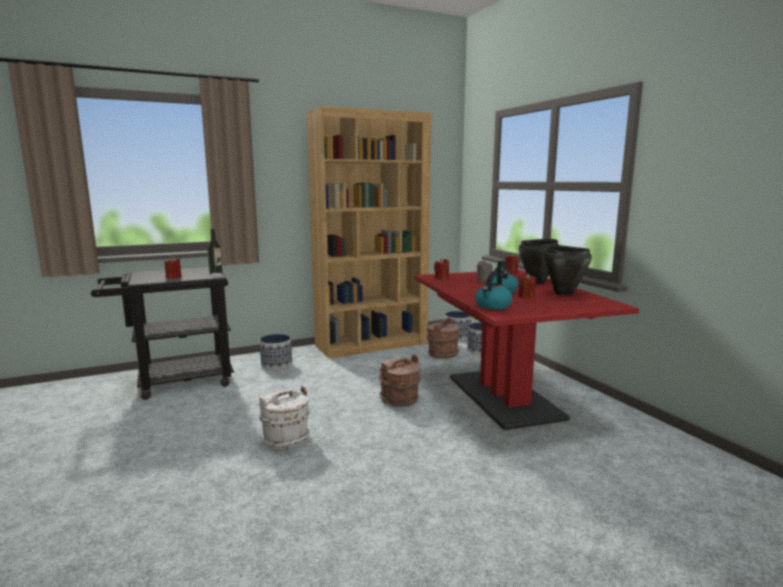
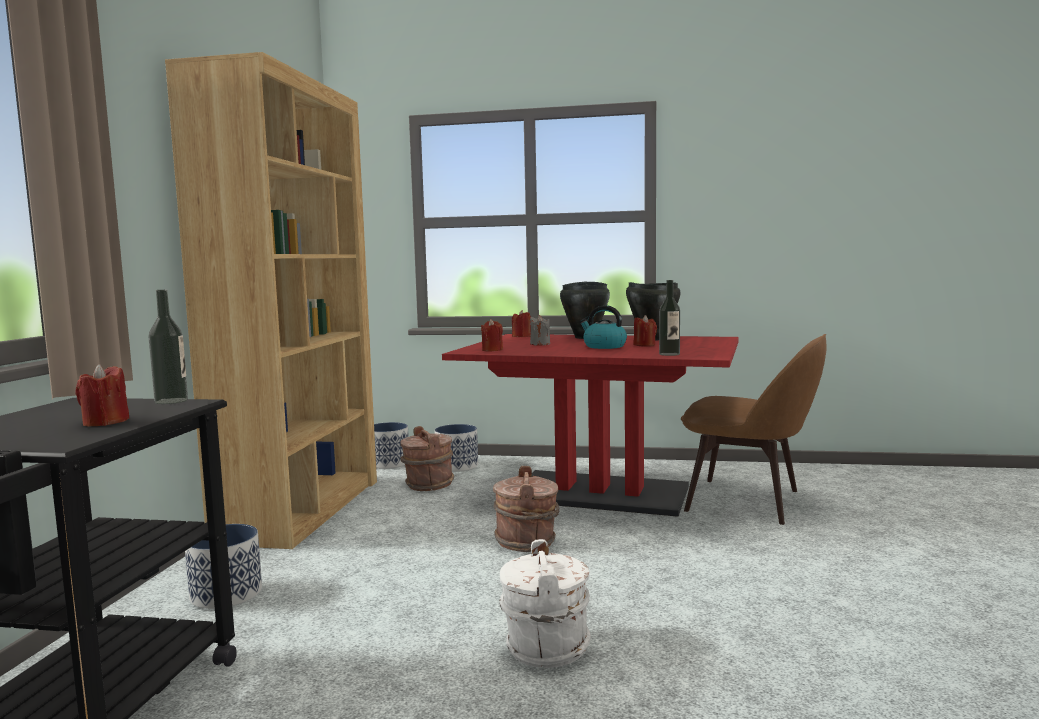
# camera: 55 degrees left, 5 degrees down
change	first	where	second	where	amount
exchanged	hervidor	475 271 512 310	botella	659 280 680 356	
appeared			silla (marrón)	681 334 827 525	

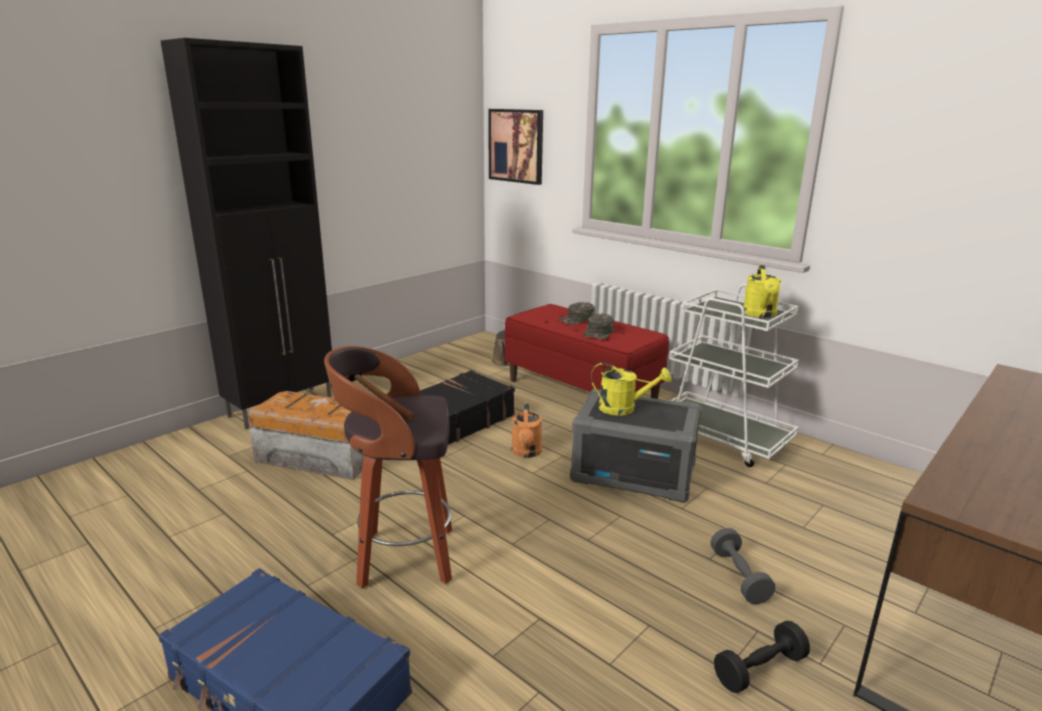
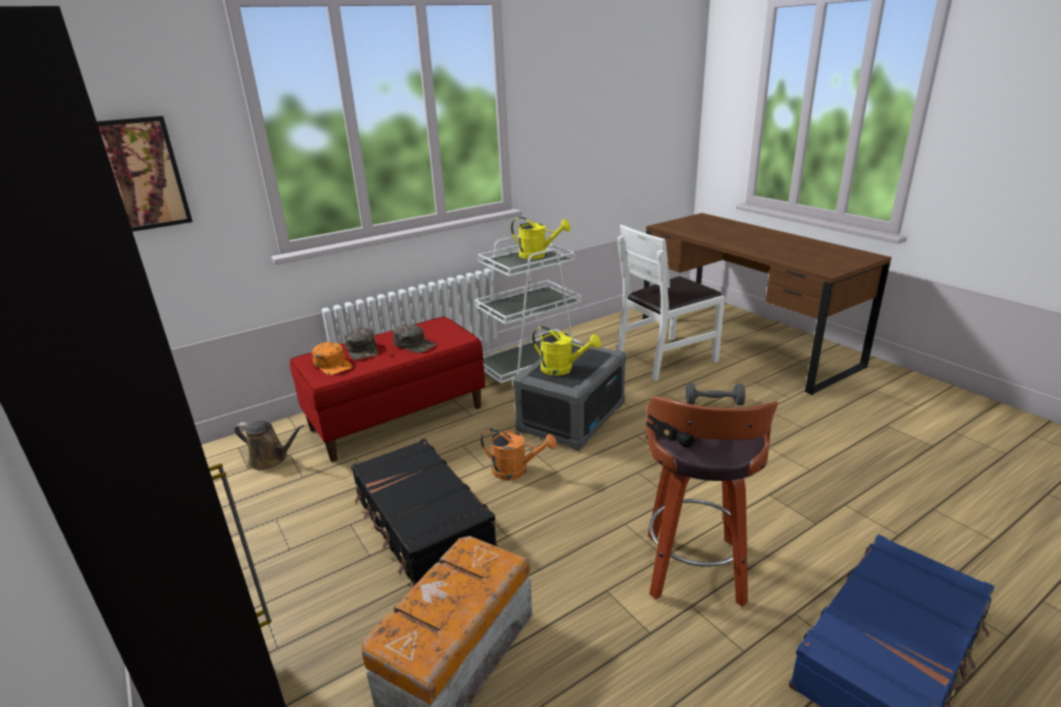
# camera: 75 degrees left, 5 degrees up
change	first	where	second	where	amount
spun	regadera (amarillo)	591 362 672 416		532 326 601 376	90 degrees clockwise
missing	mancuerna (negro)	714 621 810 693			
appeared			silla (blanco)	617 224 725 381	
appeared			gorra (naranja)	312 342 353 375	

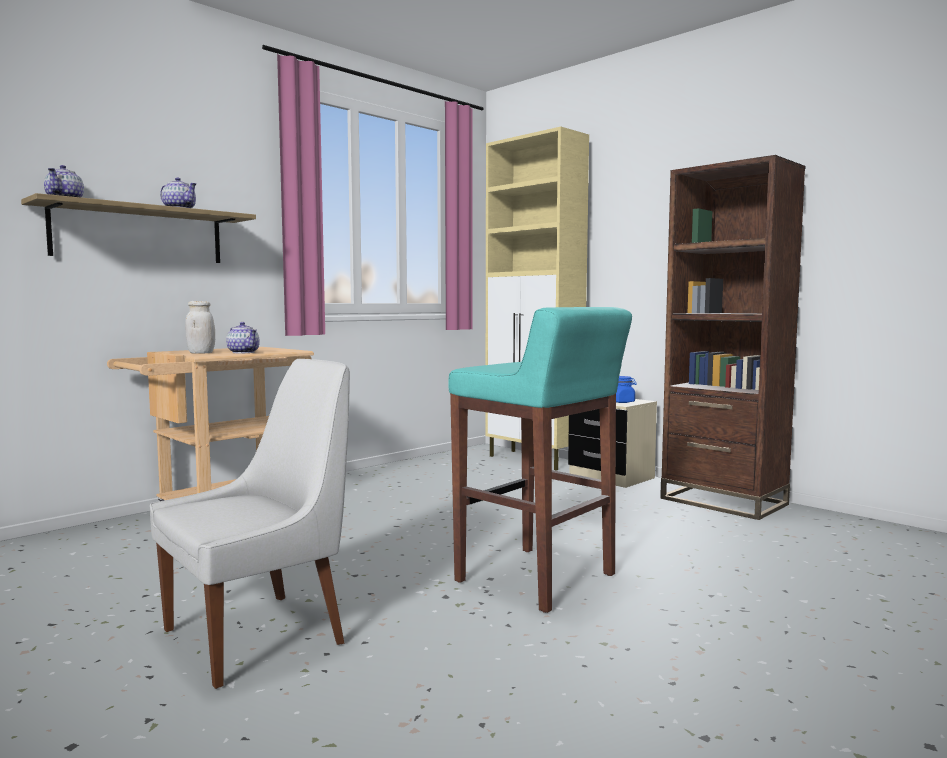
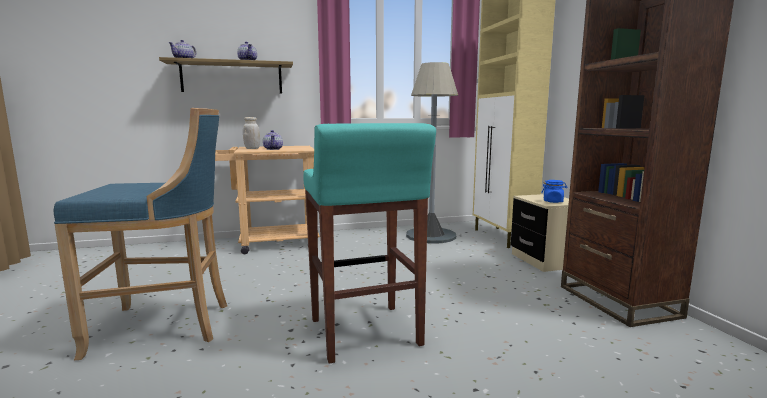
# camera: 30 degrees right, 5 degrees up
change	first	where	second	where	amount
exchanged	silla (blanco)	150 359 350 689	taburete (azul)	54 108 227 360	
appeared			lámpara de pie (gris)	406 62 458 244	

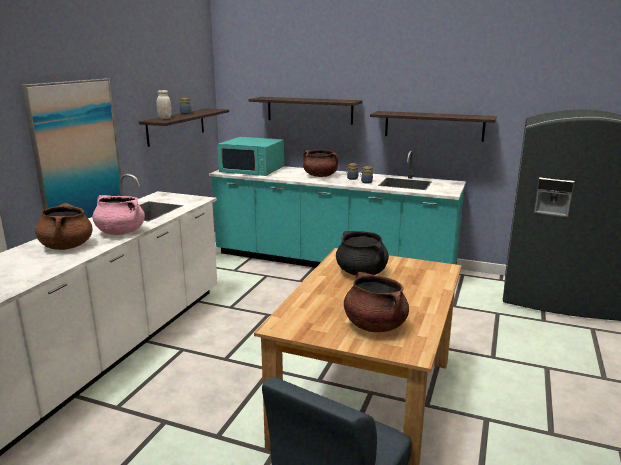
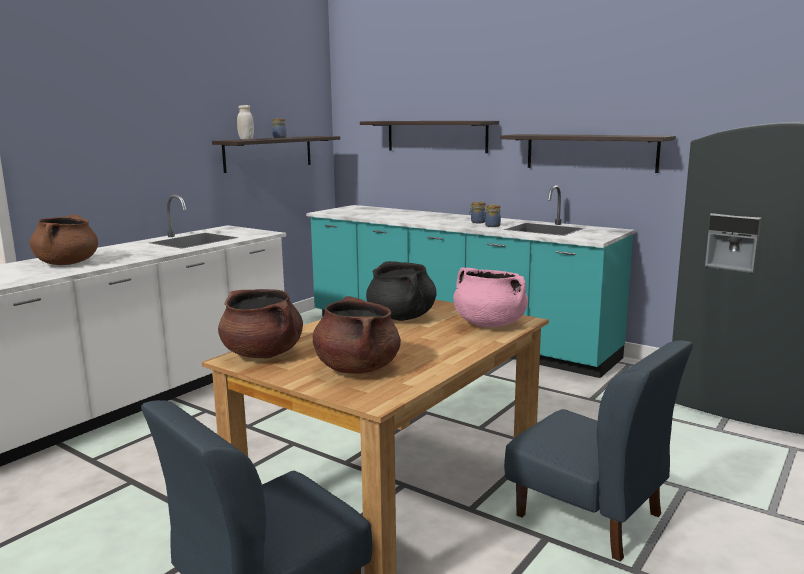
# camera: 15 degrees right, 5 degrees down
change	first	where	second	where	amount
missing	cuadro	21 78 124 218			
missing	microondas (turquesa)	217 137 284 176			
relocated	olla (marrón)	303 150 338 177		218 289 303 359	
relocated	olla (rosa)	92 195 145 235		453 267 528 327	
appeared			silla (azul)	504 341 693 562	

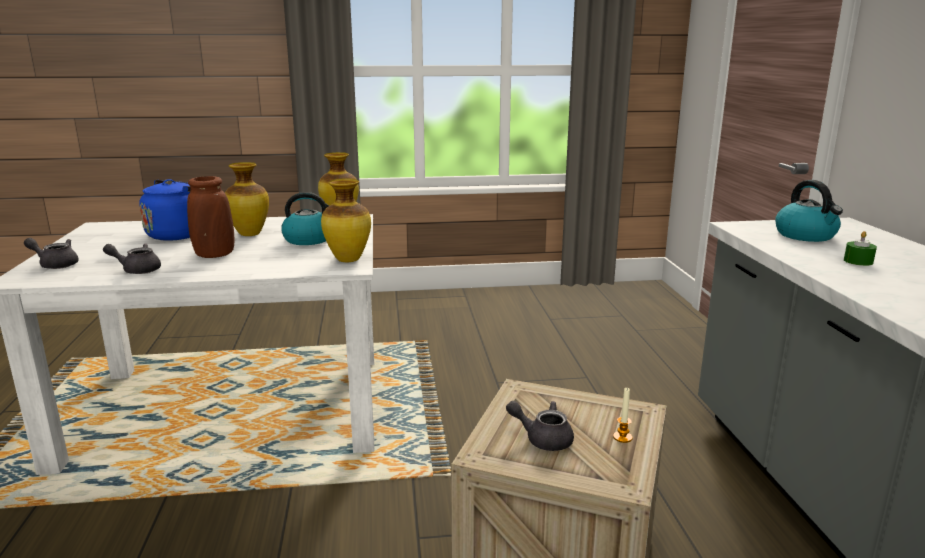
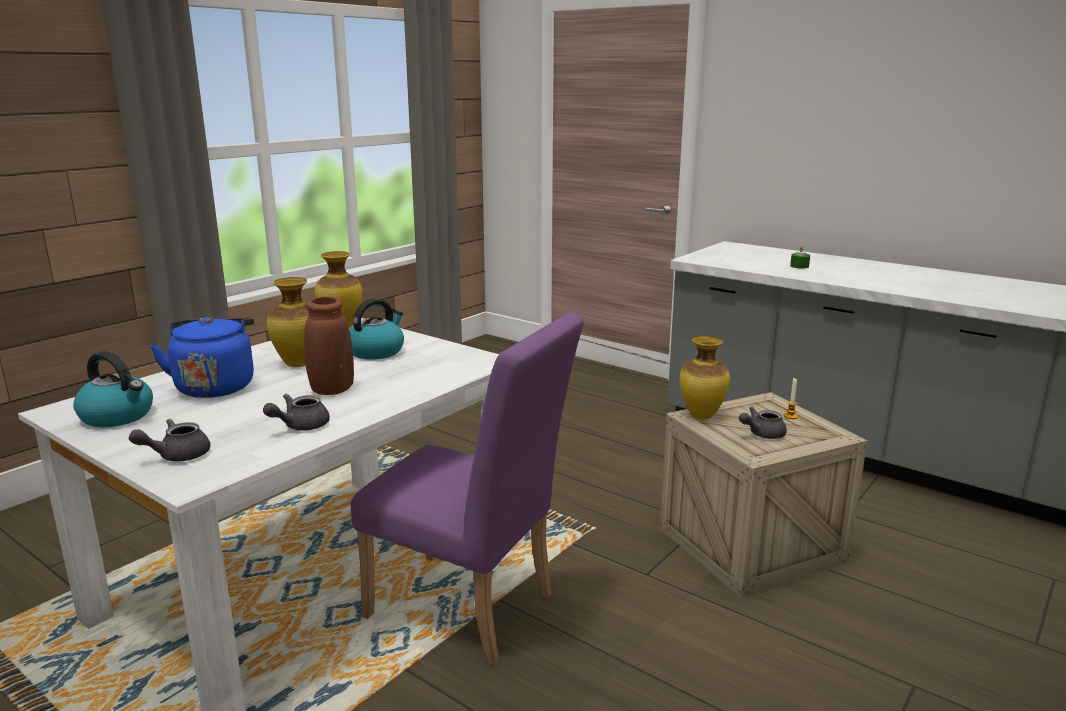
# camera: 45 degrees left, 0 degrees up
change	first	where	second	where	amount
relocated	florero	321 178 371 262		679 336 730 419	
relocated	hervidor	775 180 843 242		73 351 153 427	
appeared			silla (morado)	351 313 584 666	

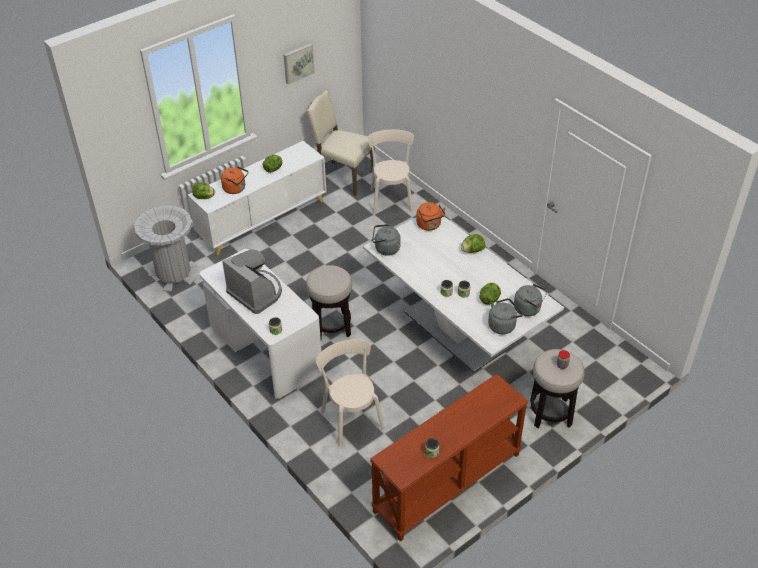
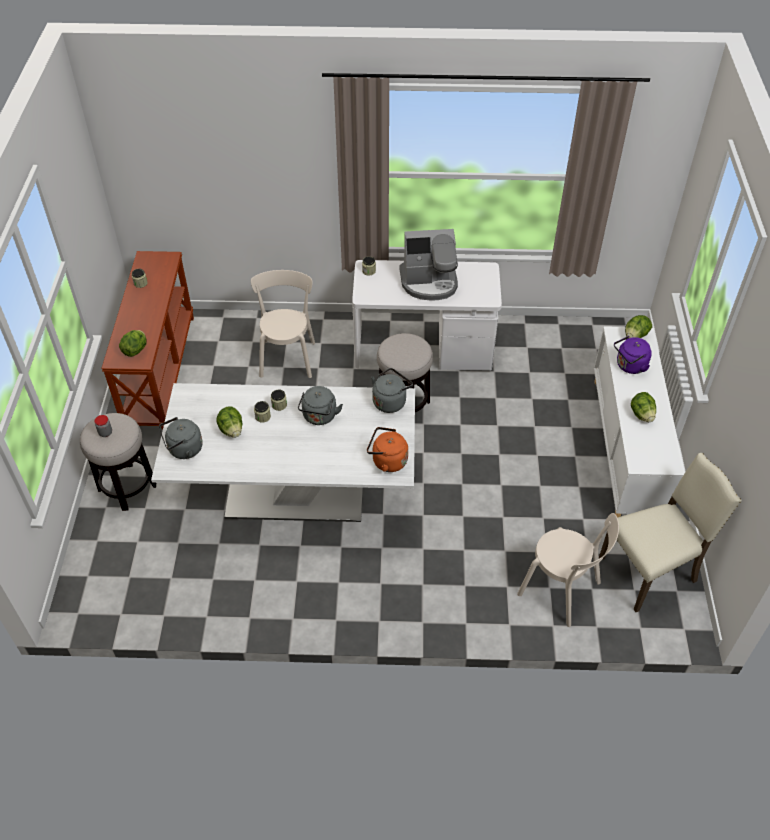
# camera: 130 degrees right, 5 degrees up
change	first	where	second	where	amount
missing	cuadro	283 43 315 85			
colour	hervidor (naranja)	221 166 248 194	hervidor (morado)	614 336 652 374	
missing	papelera (gris)	134 206 196 292			
relocated	lechuga	461 234 485 253		119 330 147 357	
relocated	hervidor (gris)	488 298 523 334		298 386 343 425	
spun	silla (beis)	316 339 385 446		251 270 315 378	105 degrees counterclockwise

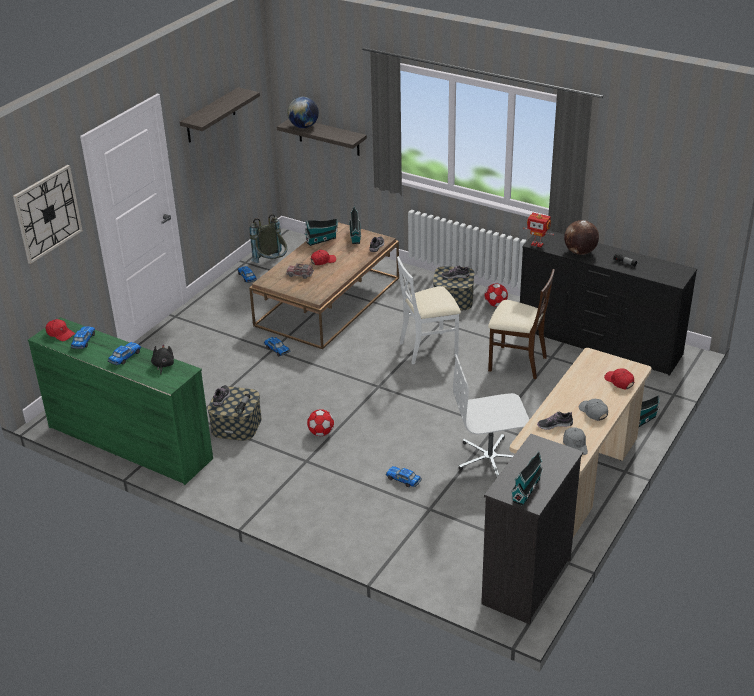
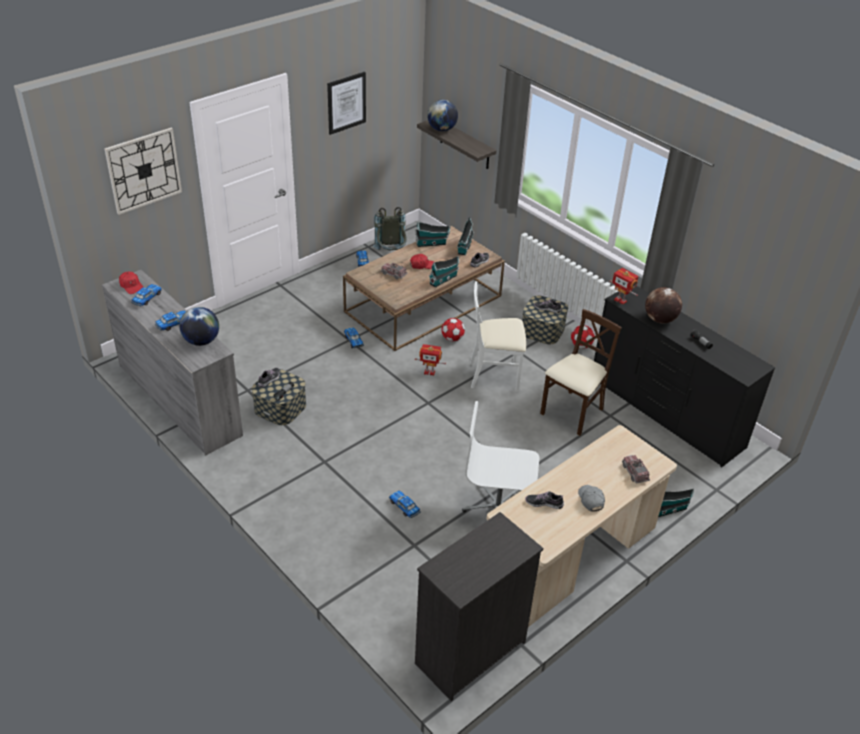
# camera: 15 degrees right, 5 degrees up
change	first	where	second	where	amount
exchanged	estante	180 87 260 143	cuadro	327 72 366 135	
spun	silla (beis)	488 269 555 379		540 309 622 436	90 degrees counterclockwise
colour	cómoda (verde)	28 317 213 485	cómoda (gris)	102 270 243 456	
exchanged	peluche (negro)	151 344 174 375	globo terráqueo	179 307 219 346	
exchanged	gorra (rojo)	604 368 634 389	camión de juguete	622 455 650 484	
relocated	balón de fútbol	307 409 334 436		441 318 465 341	
missing	gorra (gris)	563 427 588 455			
relocated	casita	511 452 544 506		429 256 459 288	
appeared			robot de juguete	415 344 446 376	

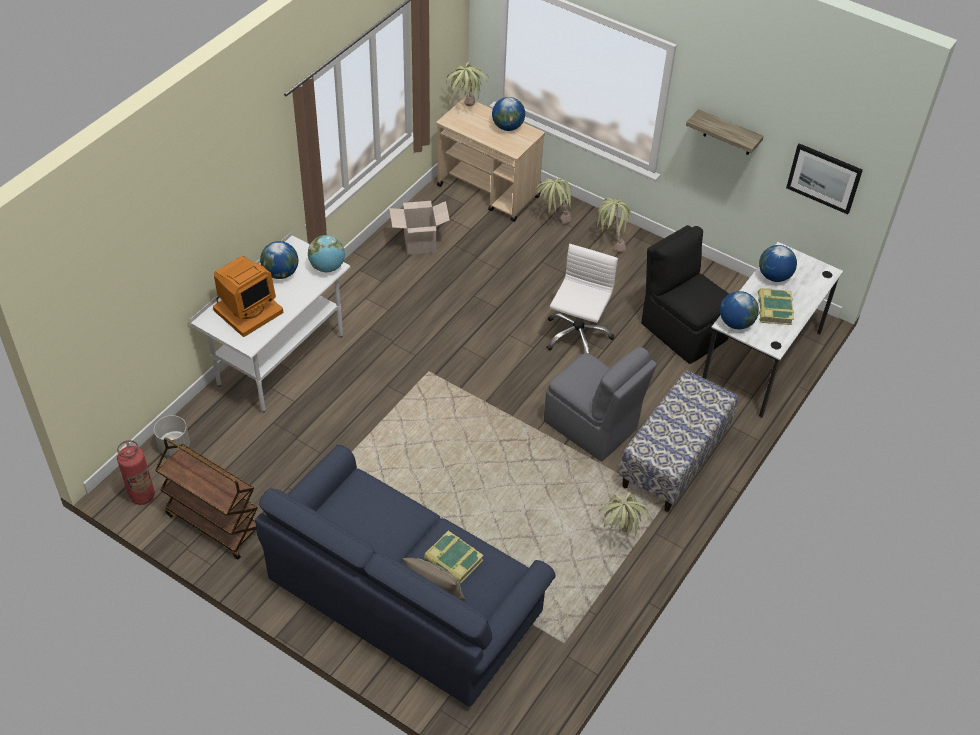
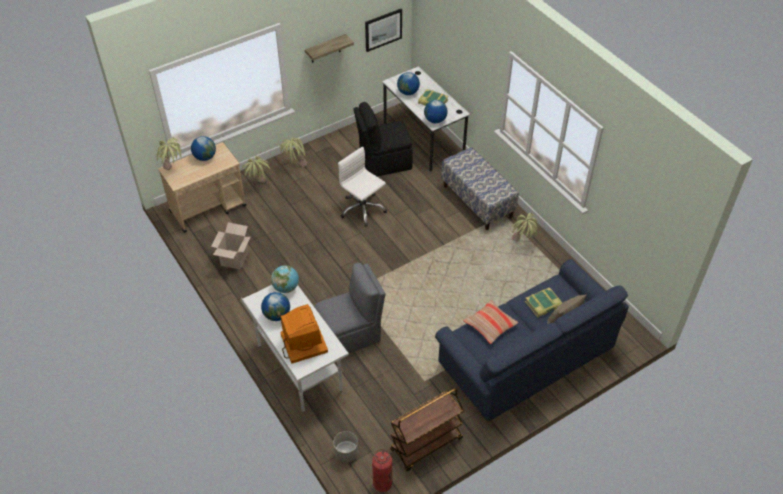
# camera: 65 degrees left, 0 degrees up
change	first	where	second	where	amount
relocated	silla (gris)	544 347 657 461		315 263 386 353	
appeared			cojín	463 300 518 344	

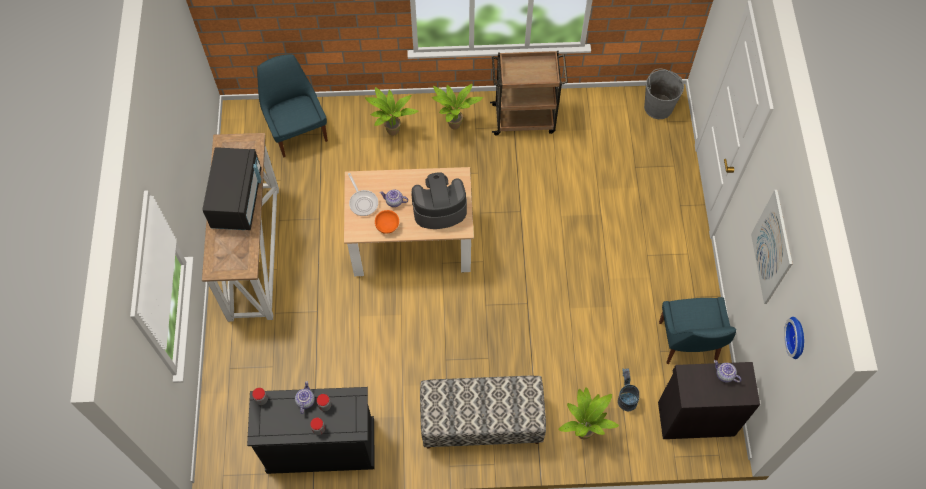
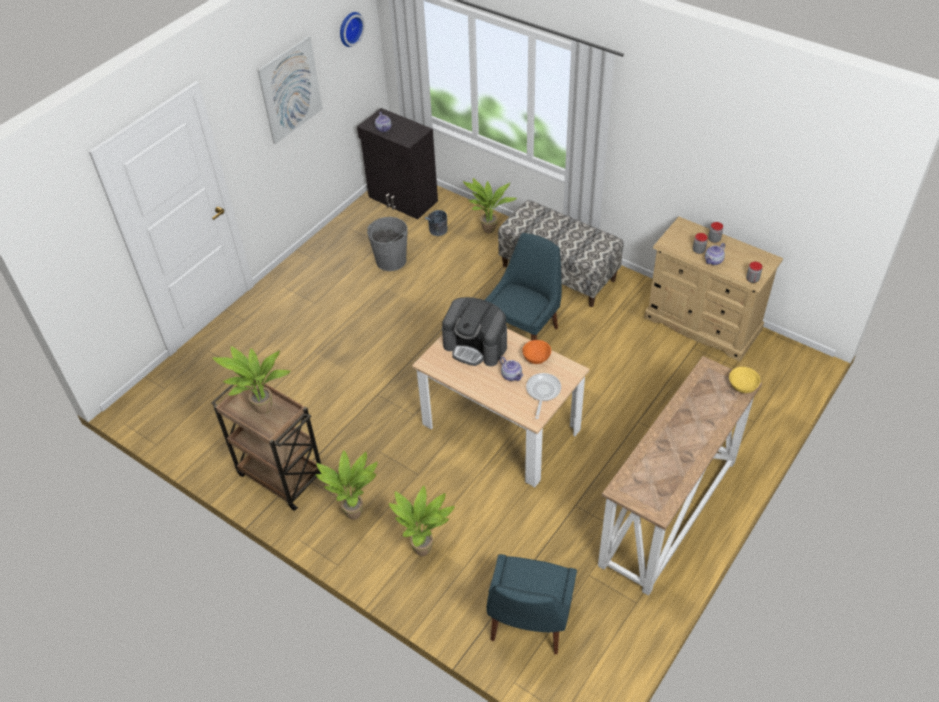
# camera: 140 degrees left, 15 degrees down
change	first	where	second	where	amount
relocated	cubo (gris)	644 68 684 119		367 217 408 271	
missing	microondas (negro)	202 147 261 230			
relocated	silla (azul)	659 297 736 364		485 233 562 340	
colour	cómoda (negro)	247 387 374 474	cómoda (beis)	644 217 783 361	
appeared			planta en maceta	213 346 291 414	
appeared			cuenco (amarillo)	729 367 760 393	

